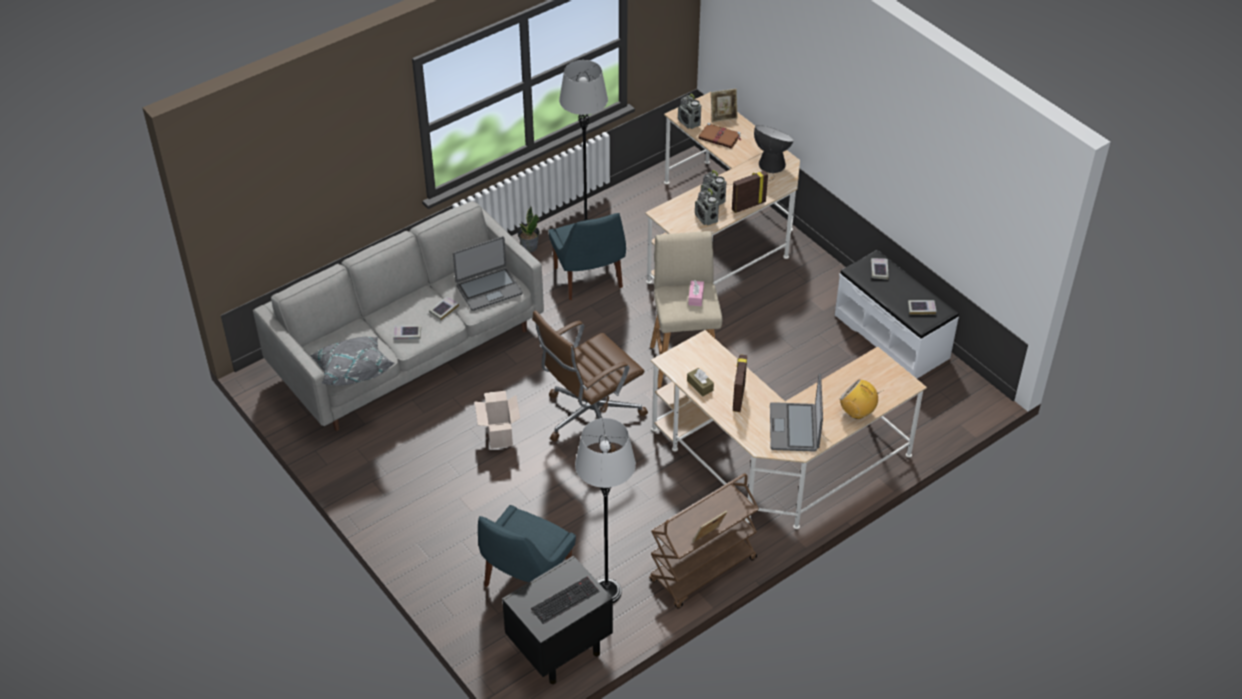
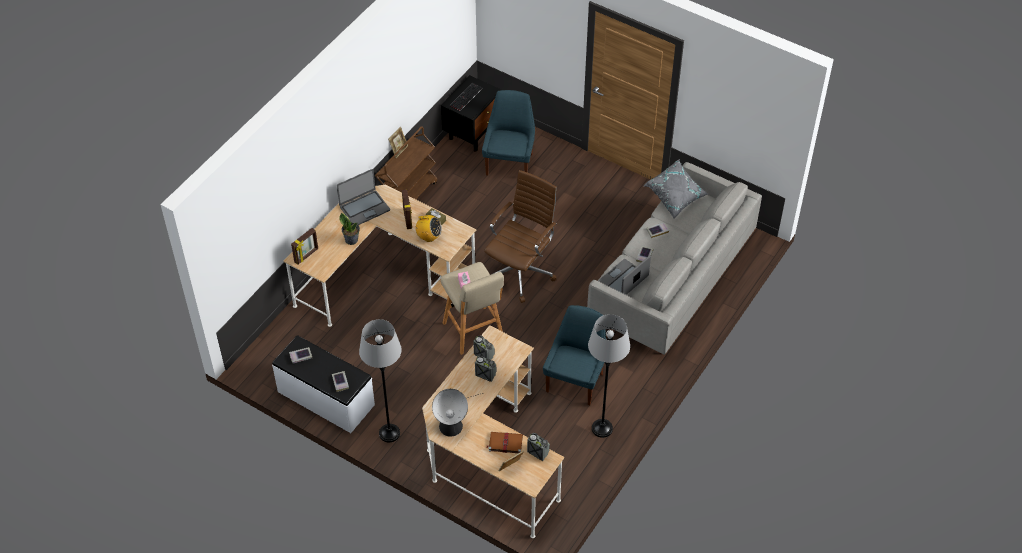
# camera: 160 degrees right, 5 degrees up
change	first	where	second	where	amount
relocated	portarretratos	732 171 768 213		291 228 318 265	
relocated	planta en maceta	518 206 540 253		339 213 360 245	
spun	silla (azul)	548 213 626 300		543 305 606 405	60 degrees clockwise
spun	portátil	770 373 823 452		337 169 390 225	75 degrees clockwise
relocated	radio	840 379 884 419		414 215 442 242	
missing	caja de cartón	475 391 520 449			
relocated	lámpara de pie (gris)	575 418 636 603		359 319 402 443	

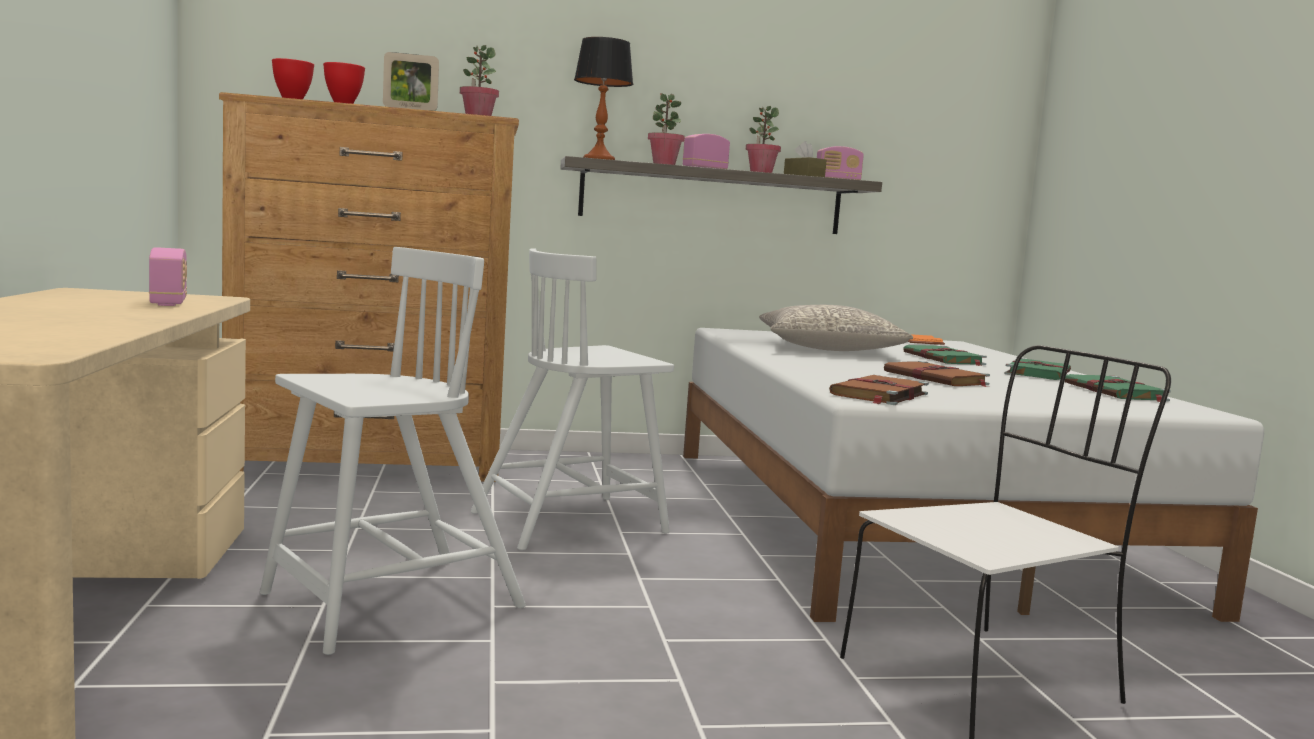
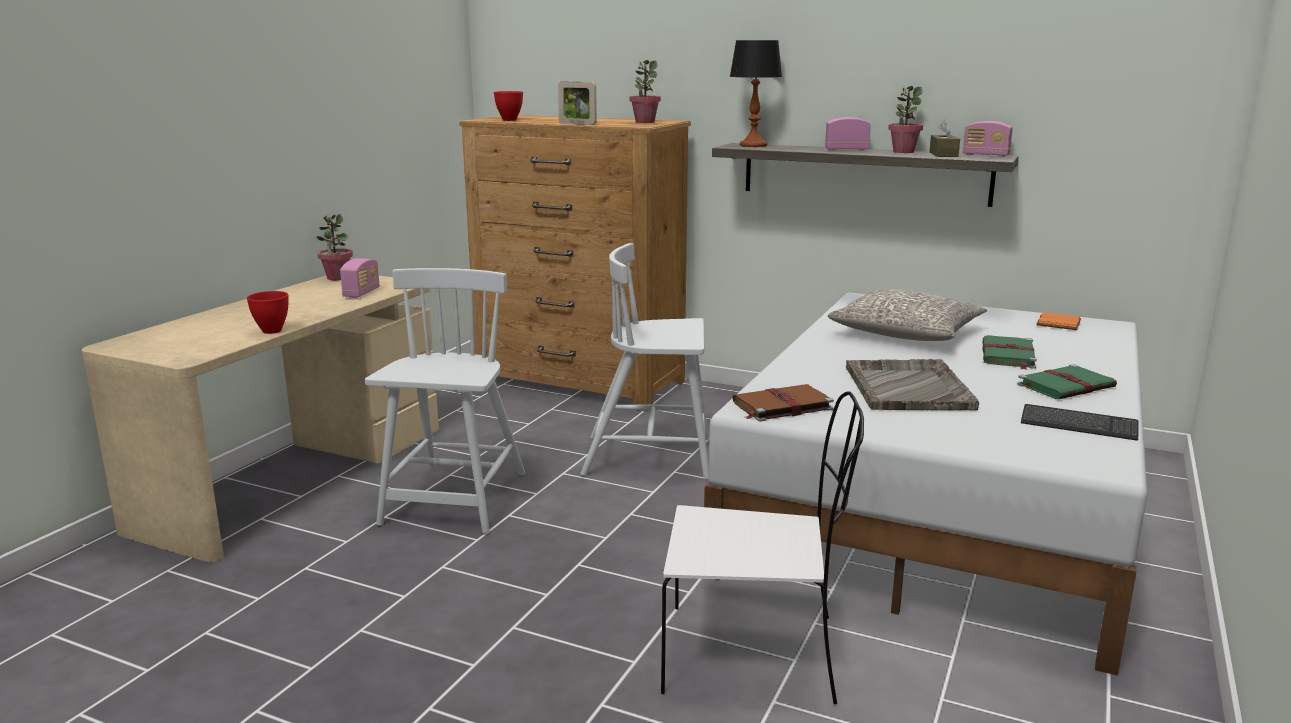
# camera: 35 degrees right, 10 degrees up
change	first	where	second	where	amount
relocated	cuenco (rojo)	323 62 365 104		247 291 289 334	
relocated	planta en maceta	648 93 685 165		316 214 353 280	
spun	silla (blanco)	260 247 526 655		365 268 525 534	75 degrees counterclockwise
exchanged	libro (marrón)	884 361 990 387	bandeja (gris)	846 359 979 410	
exchanged	libro (verde)	1065 374 1171 402	teclado	1021 404 1139 441	

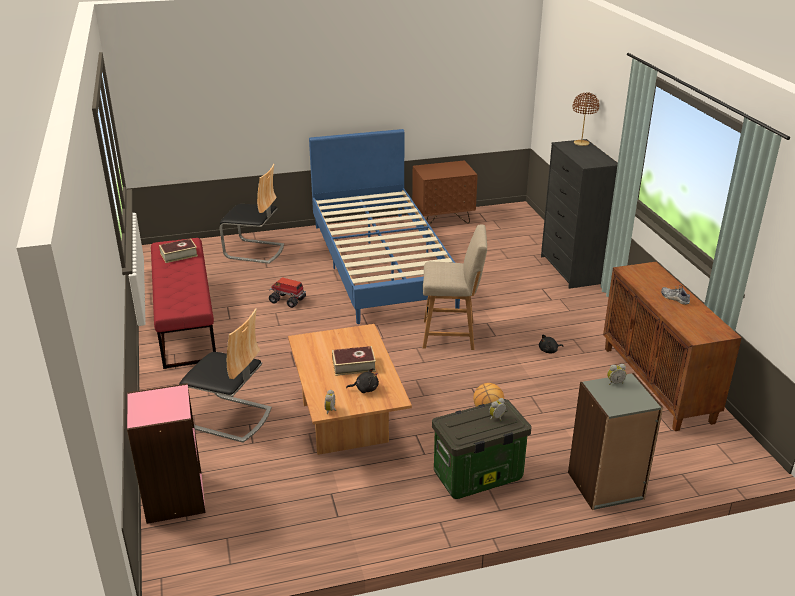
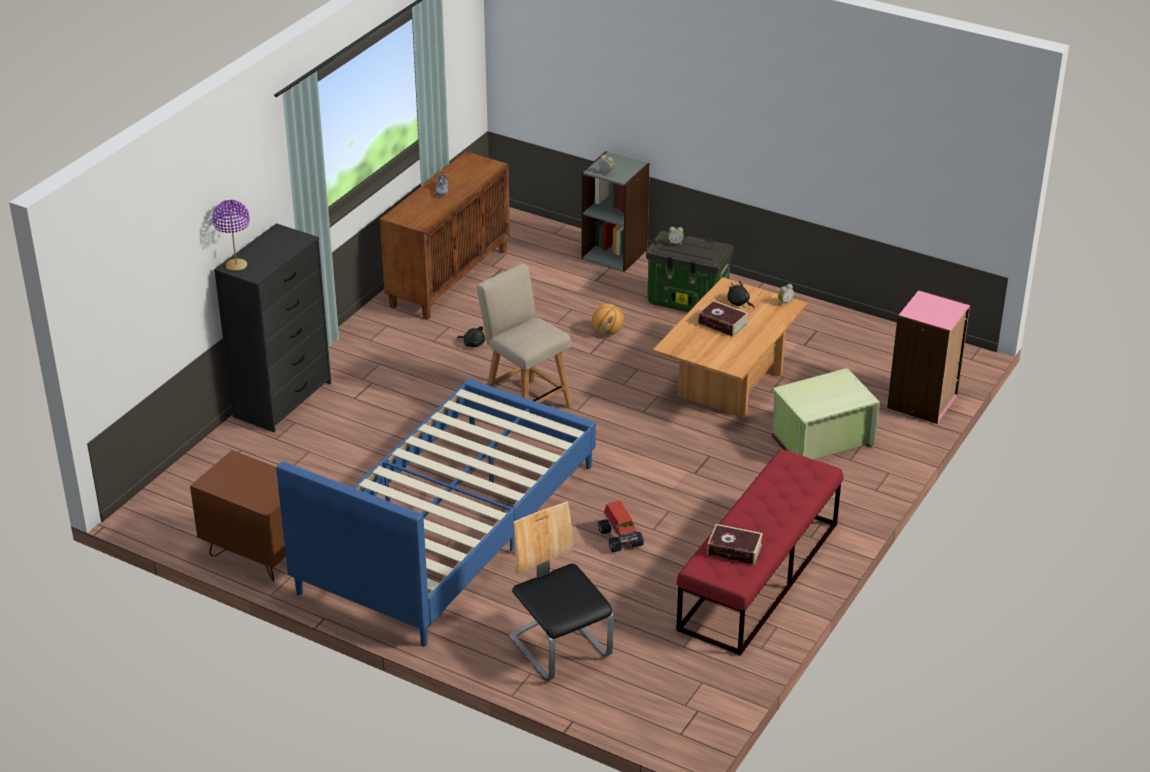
# camera: 135 degrees left, 5 degrees up
change	first	where	second	where	amount
colour	lámpara de mesa (marrón)	573 92 599 146	lámpara de mesa (morado)	212 200 250 271	
exchanged	silla	179 308 272 443	caja de almacenaje (verde)	772 368 880 460	

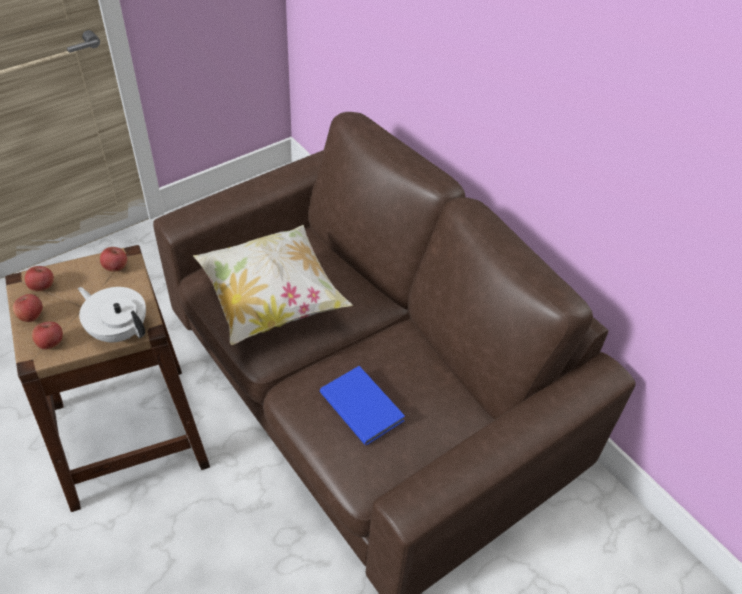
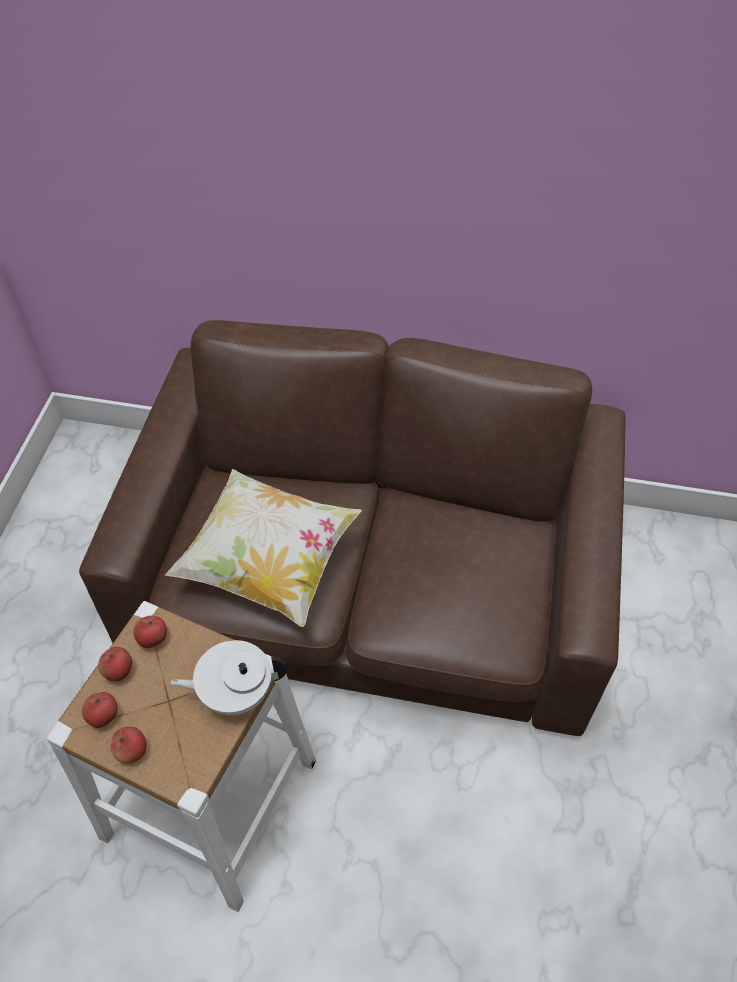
# camera: 40 degrees left, 5 degrees up
change	first	where	second	where	amount
colour	taburete (marrón)	5 245 210 512	taburete (blanco)	46 601 316 912	
relocated	manzana	32 322 63 350		98 647 132 681	
missing	libro (azul)	320 366 405 446			

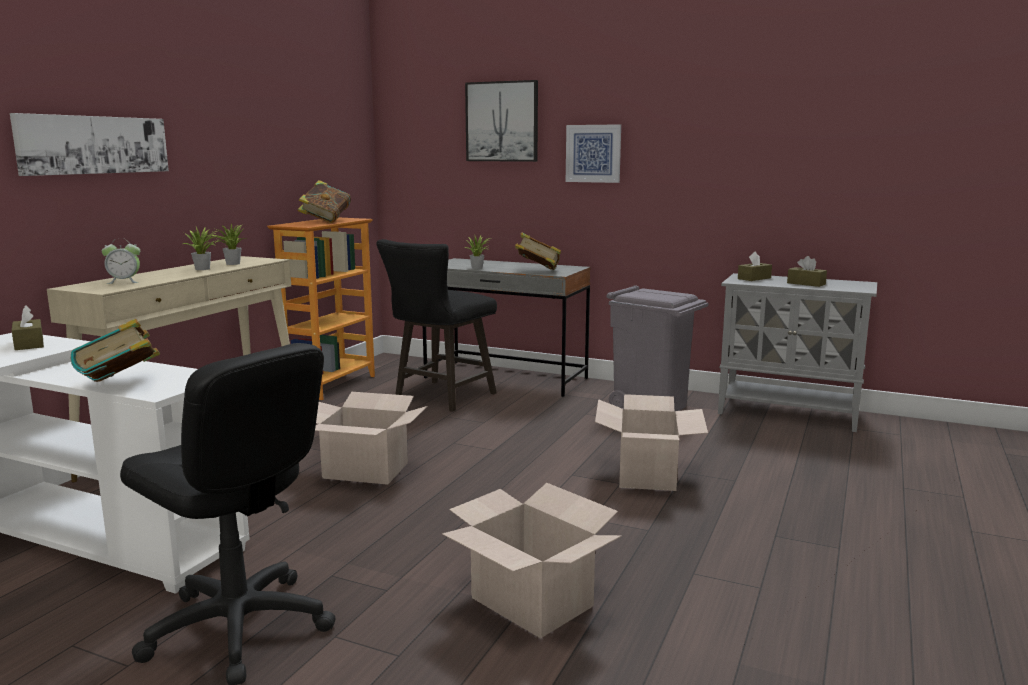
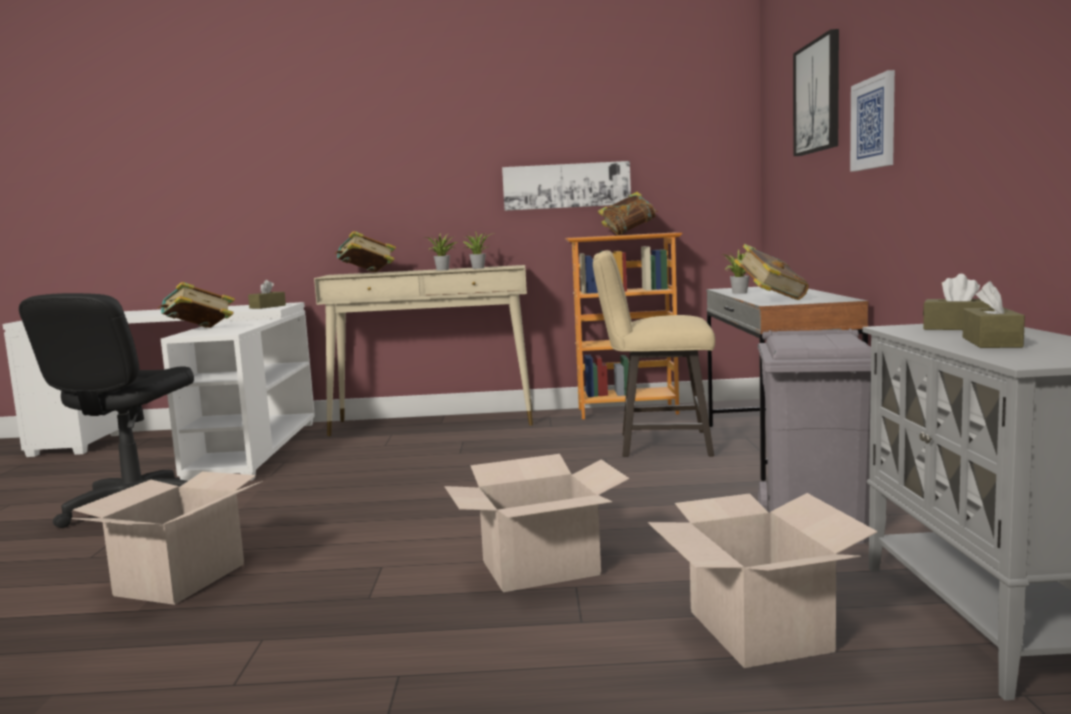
# camera: 65 degrees right, 5 degrees down
change	first	where	second	where	amount
relocated	cuadro	10 113 169 176		502 161 631 211	
exchanged	despertador	102 238 140 284	libro	334 231 396 272	
colour	taburete (negro)	377 239 497 412	taburete (beis)	593 250 715 457	
relocated	caja de cartón	315 392 427 485		648 493 877 668	

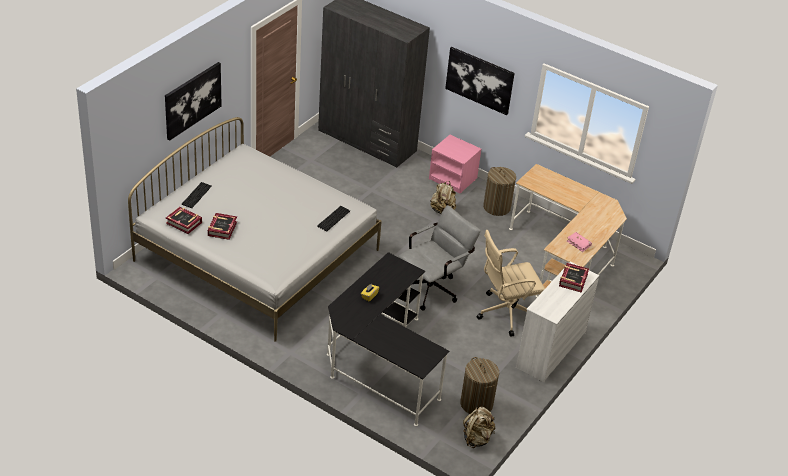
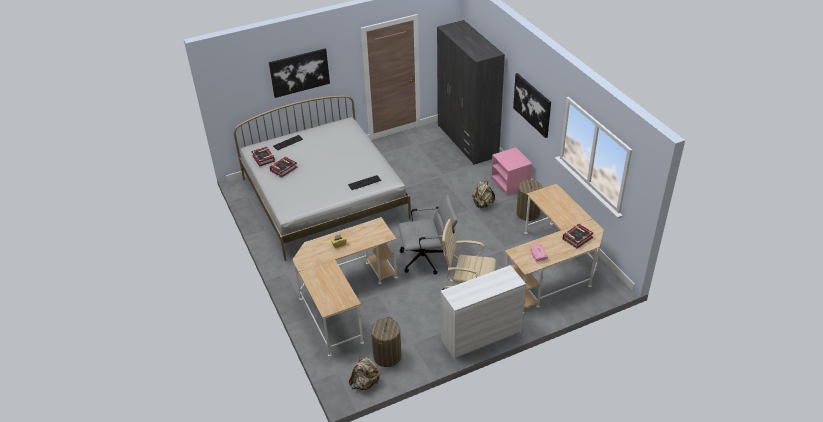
# camera: 35 degrees right, 0 degrees up
change	first	where	second	where	amount
colour	escritorio (negro)	327 252 449 426	escritorio (beis)	292 217 398 356	
relocated	libro	559 263 589 292		563 224 594 248	

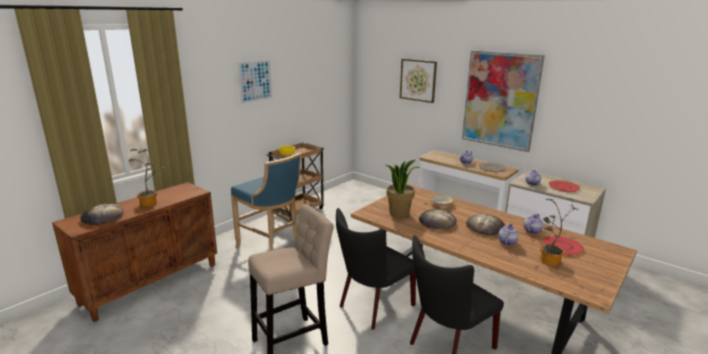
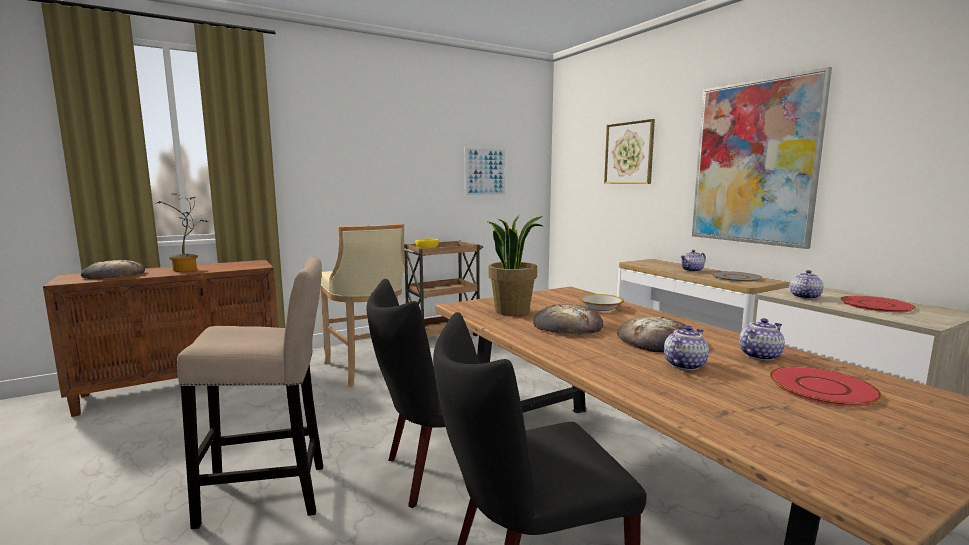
# camera: 20 degrees right, 10 degrees down
change	first	where	second	where	amount
relocated	cuadro	237 59 273 104		465 147 506 197	
colour	taburete (azul)	231 153 301 251	taburete (beis)	320 224 405 387	
missing	planta en maceta	540 198 578 266			

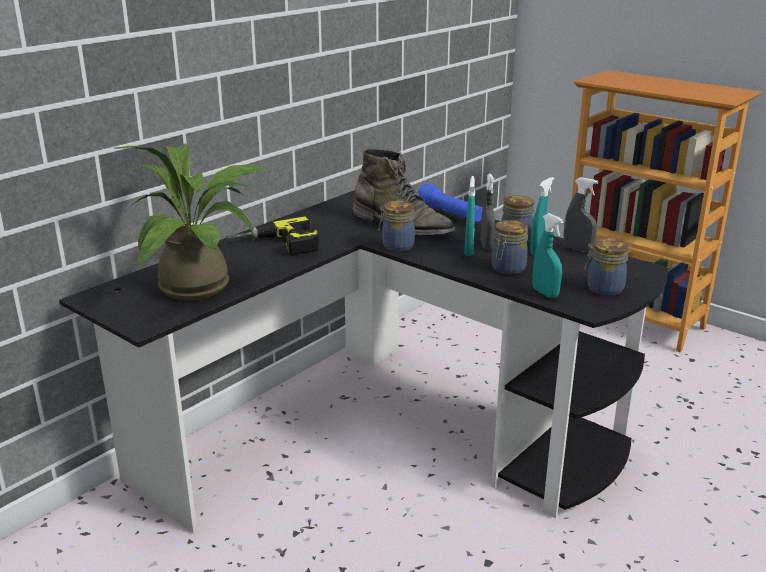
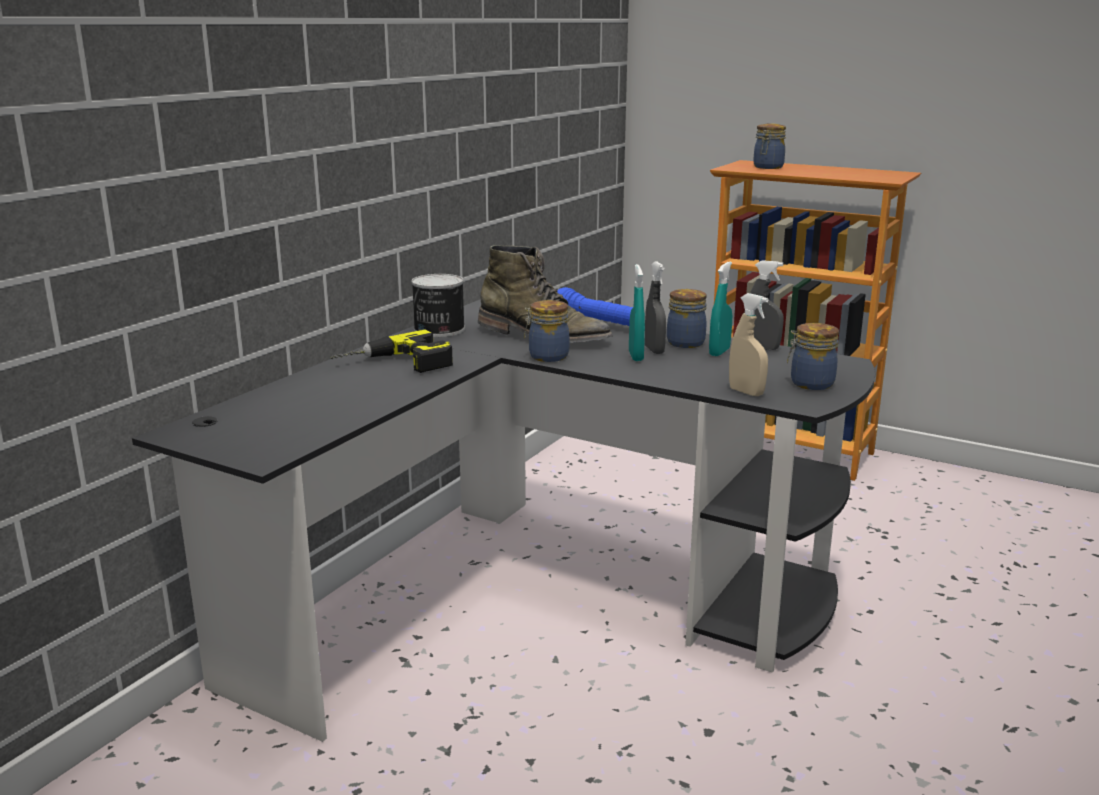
# camera: 10 degrees left, 5 degrees down
change	first	where	second	where	amount
missing	planta en maceta	114 143 270 301			
colour	pulverizador (turquesa)	532 213 563 298	pulverizador (beis)	729 293 768 396	
relocated	tarro	492 220 528 275		753 124 786 169	
appeared			lata	411 274 465 337	

